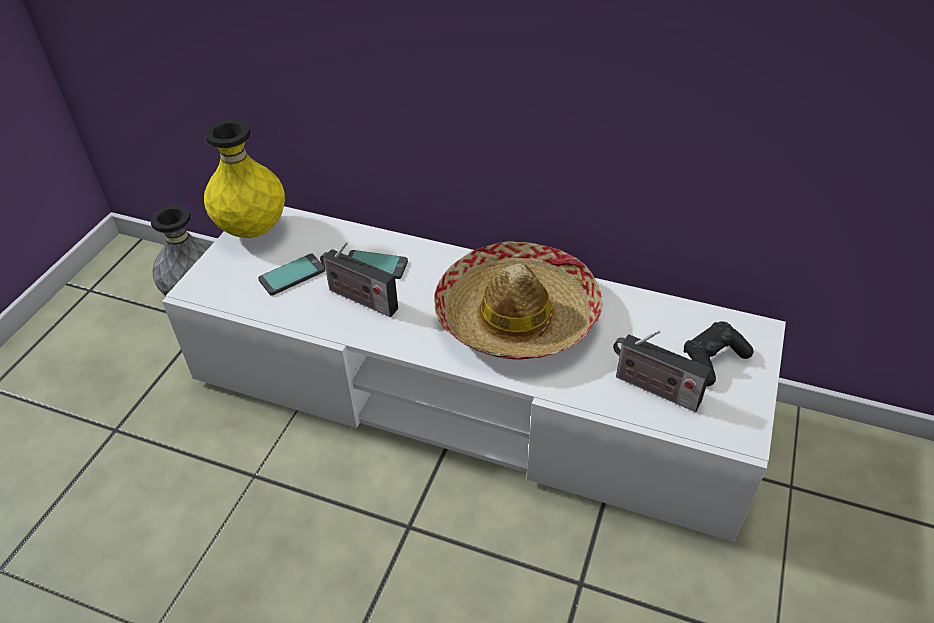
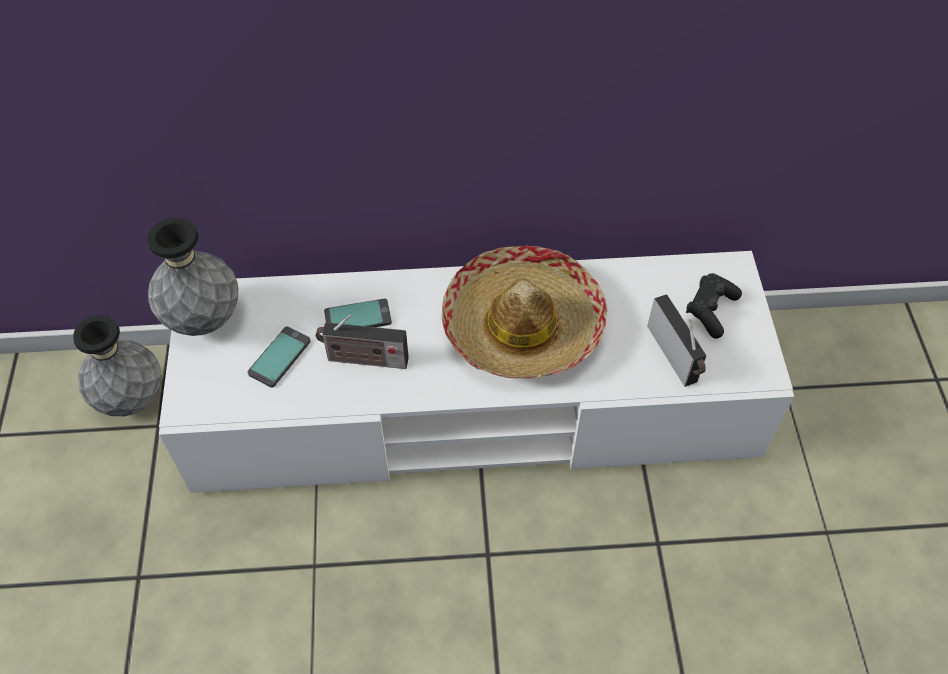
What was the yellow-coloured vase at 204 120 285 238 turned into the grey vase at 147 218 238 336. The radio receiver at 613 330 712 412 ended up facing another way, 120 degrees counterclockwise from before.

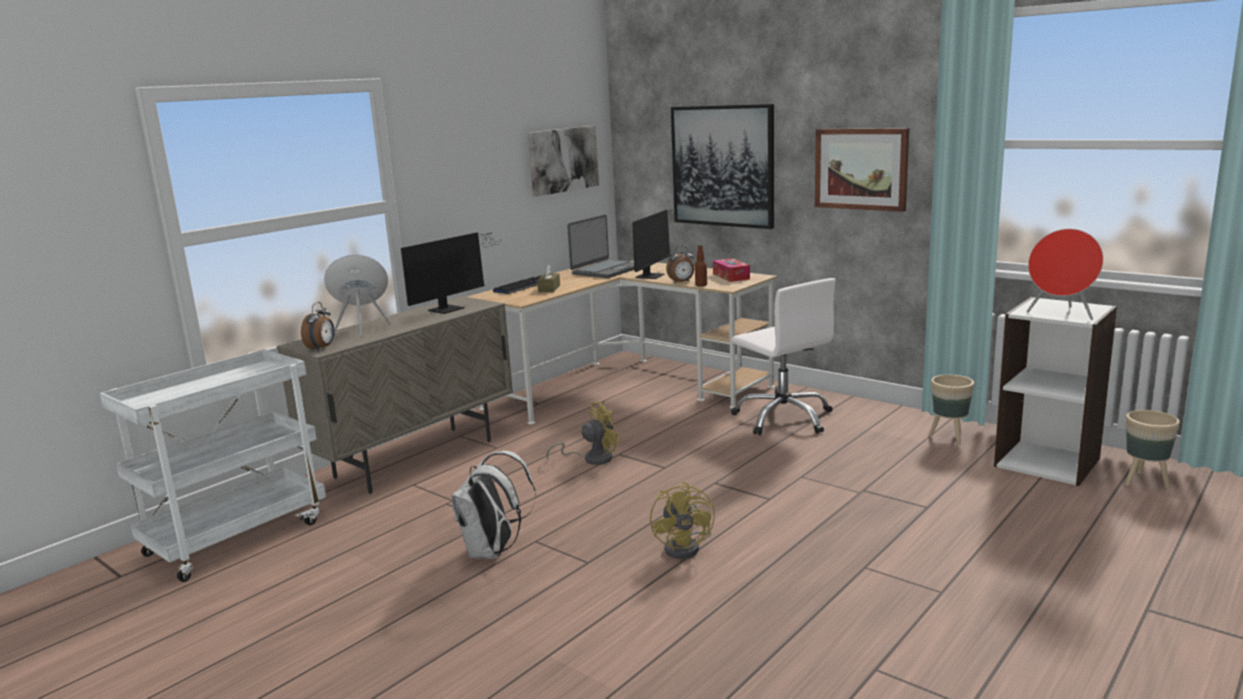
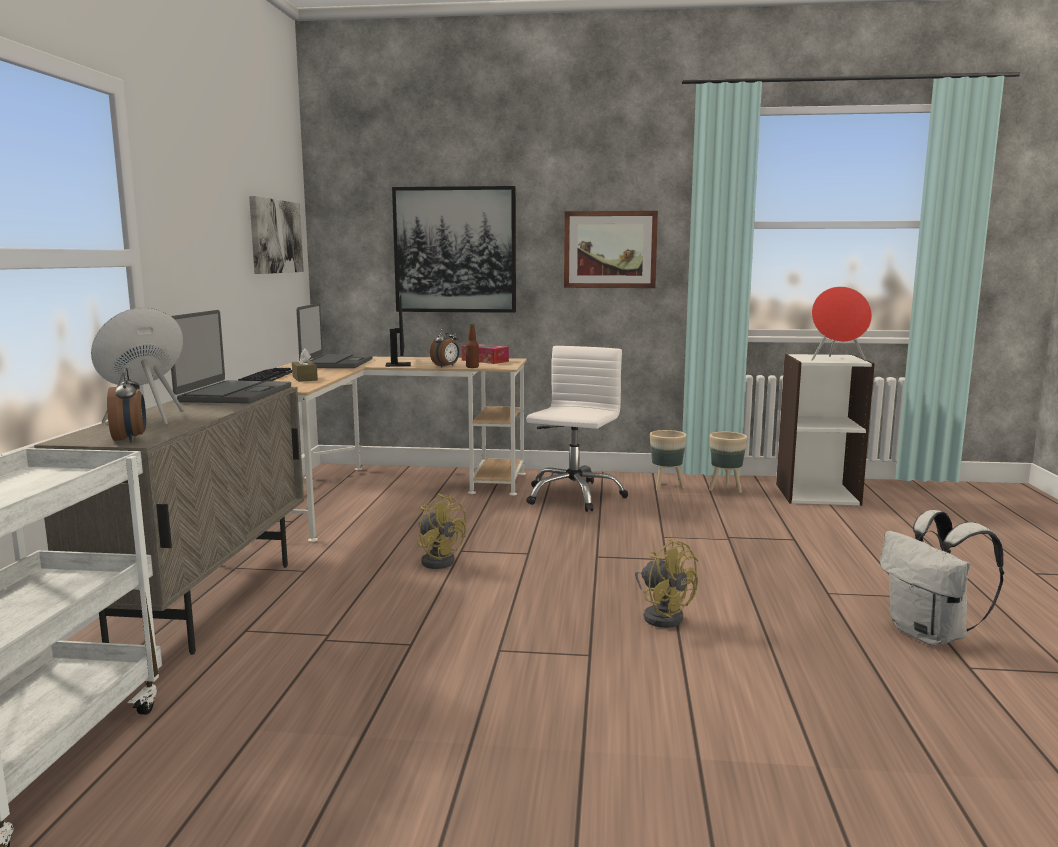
Where the monitor stood at 401 232 501 314, the notebook computer came to stand at 171 310 291 404. The white rucksack ended up elsewhere, having gone from 451 451 536 559 to 880 510 1004 646. The yellow-coloured fan at 546 401 622 465 ended up facing another way, 105 degrees clockwise from before. The white office chair at 731 278 836 435 ended up facing another way, 90 degrees counterclockwise from before. The beige plant pot ended up elsewhere, having gone from 1125 410 1180 489 to 650 430 687 491.

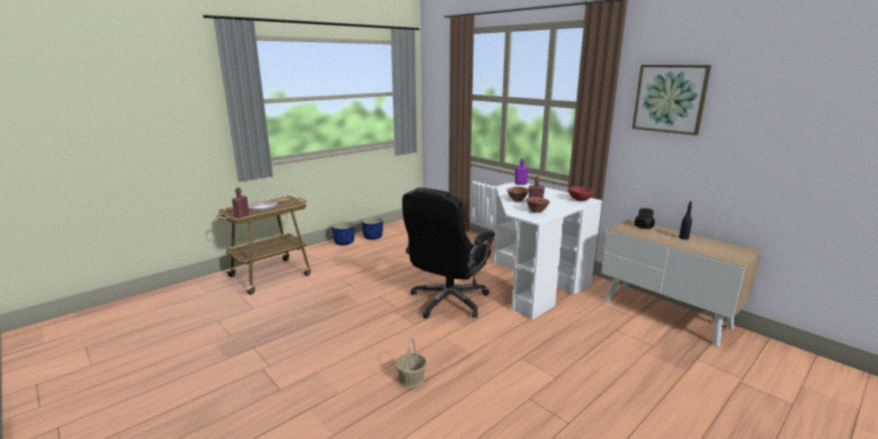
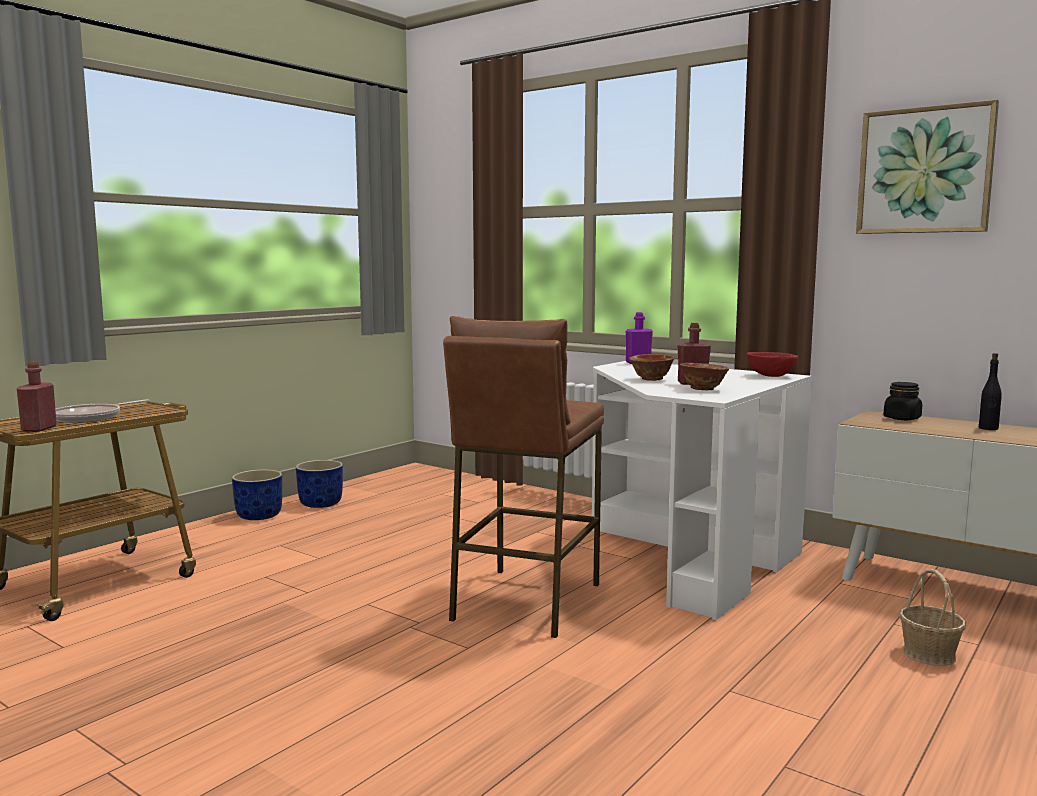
The storage basket ended up elsewhere, having gone from 396 338 427 388 to 899 569 966 666. Where the blackish office chair stood at 402 187 495 318, the brown-coloured sitting stool came to stand at 443 316 604 638.

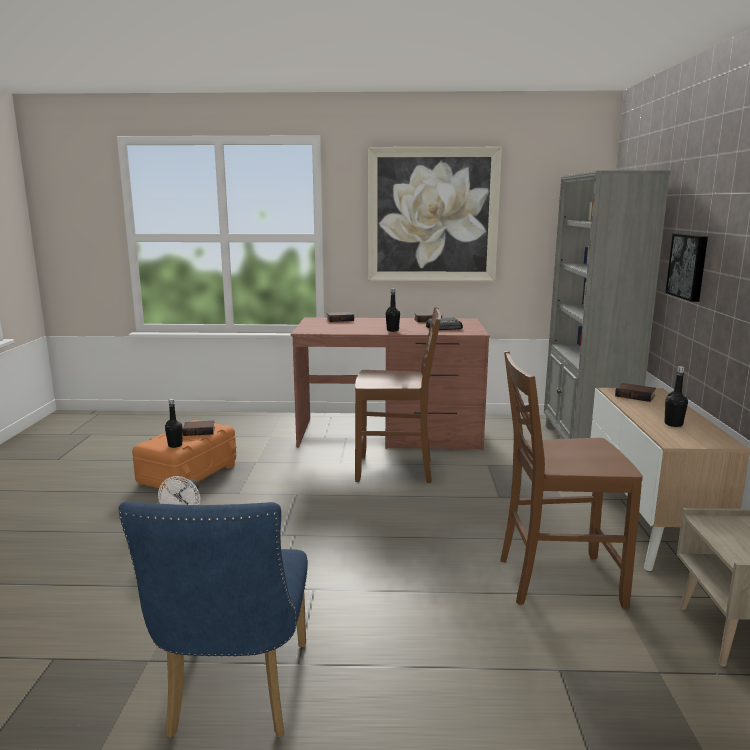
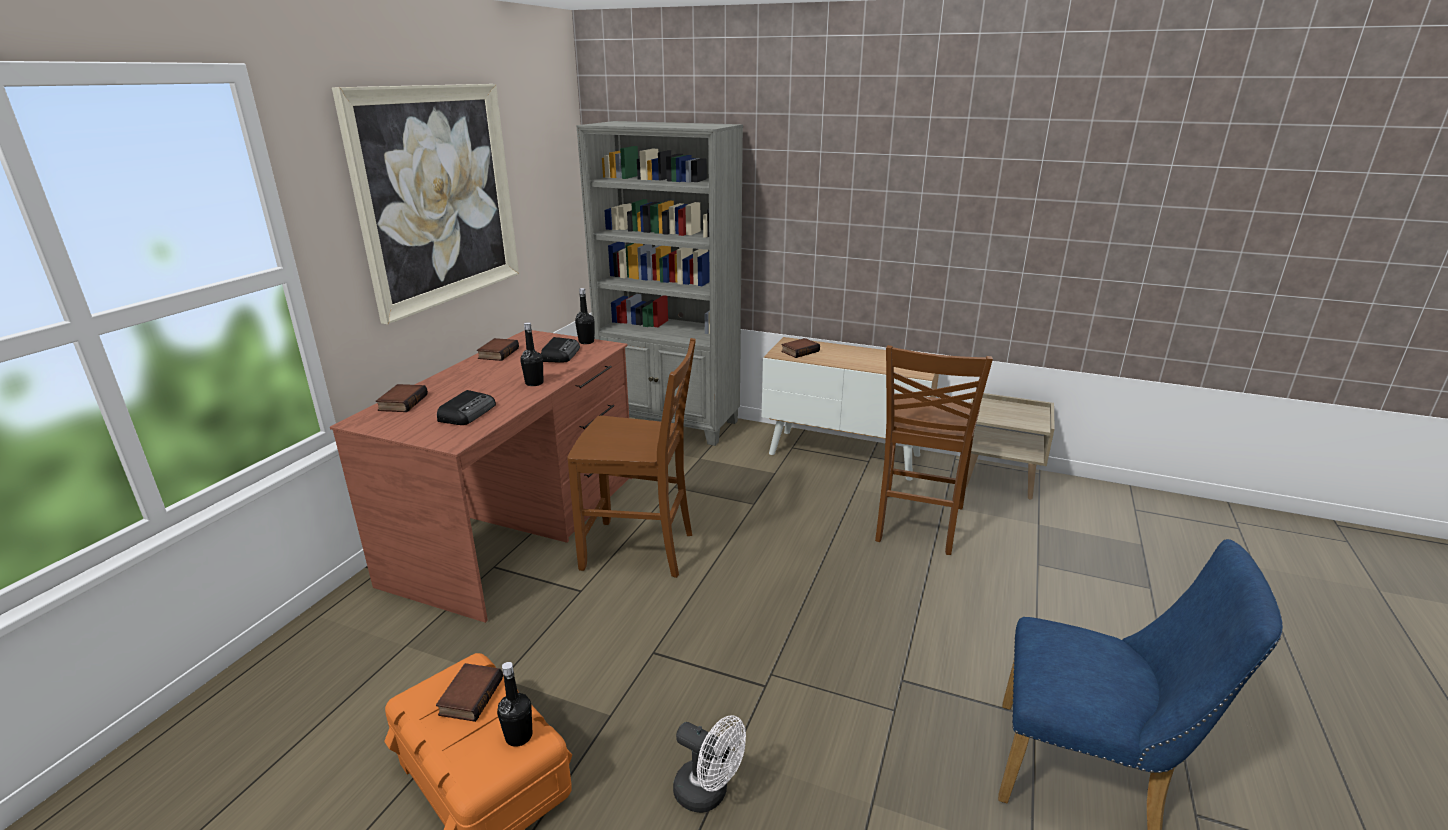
The brown-coloured plain chair at 355 307 441 483 ended up facing another way, 75 degrees clockwise from before. The second view lost the picture at 665 234 708 302. The blackish bottle ended up elsewhere, having gone from 665 366 688 427 to 575 288 595 344. The second view gained the radio receiver at 437 390 496 425.

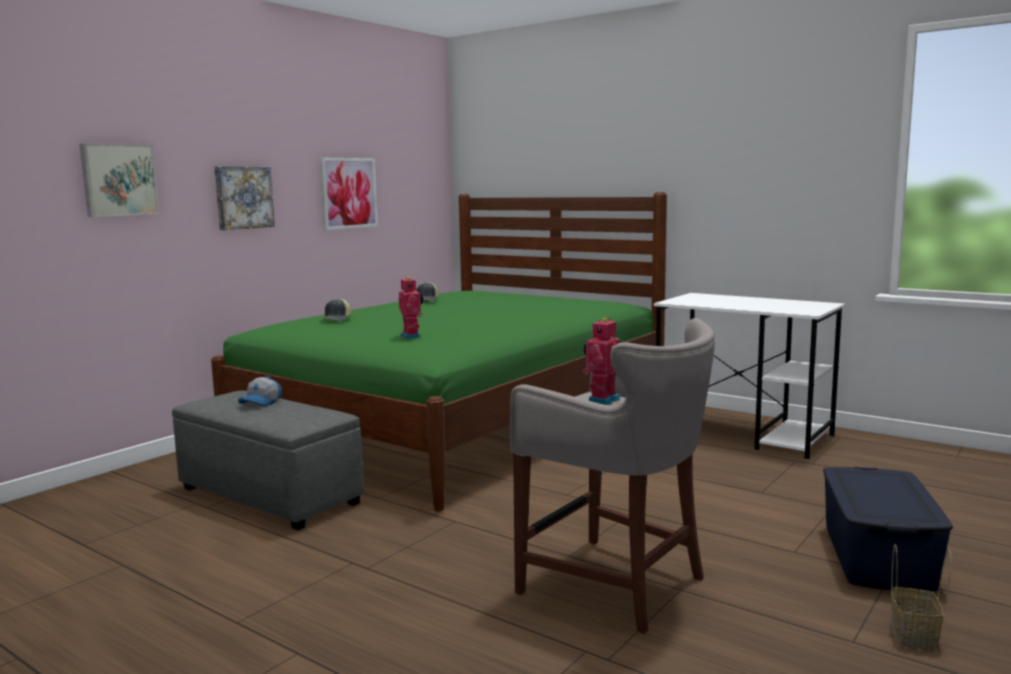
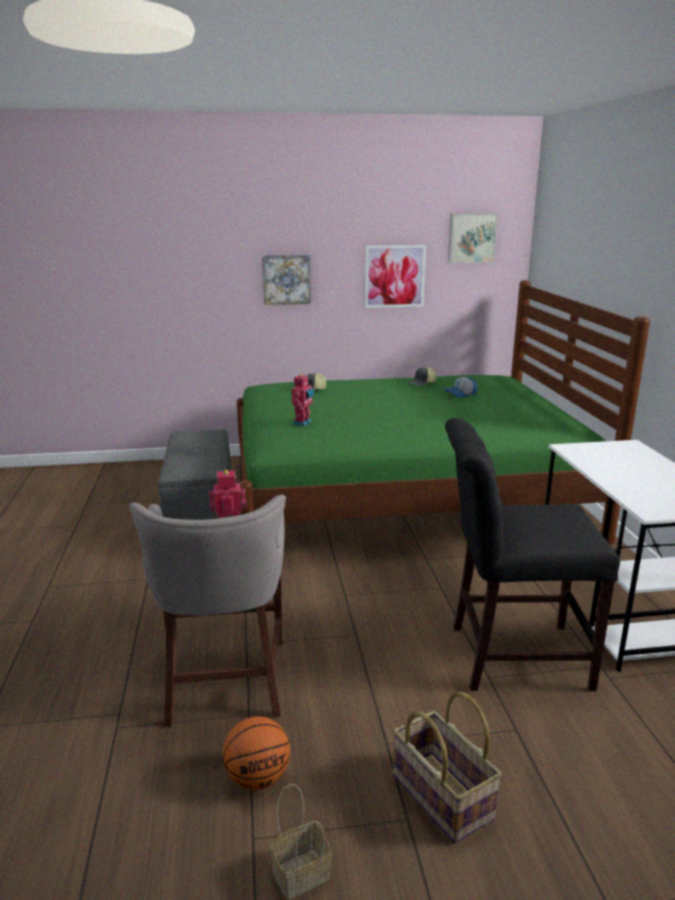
The picture ended up elsewhere, having gone from 80 144 159 217 to 448 214 498 263. The peaked cap ended up elsewhere, having gone from 238 376 282 406 to 444 377 478 398. Where the bluish storage bin stood at 823 467 953 592, the storage basket came to stand at 393 691 502 843. The second view gained the basketball at 223 716 290 790. The second view gained the blackish plain chair at 445 418 620 691.

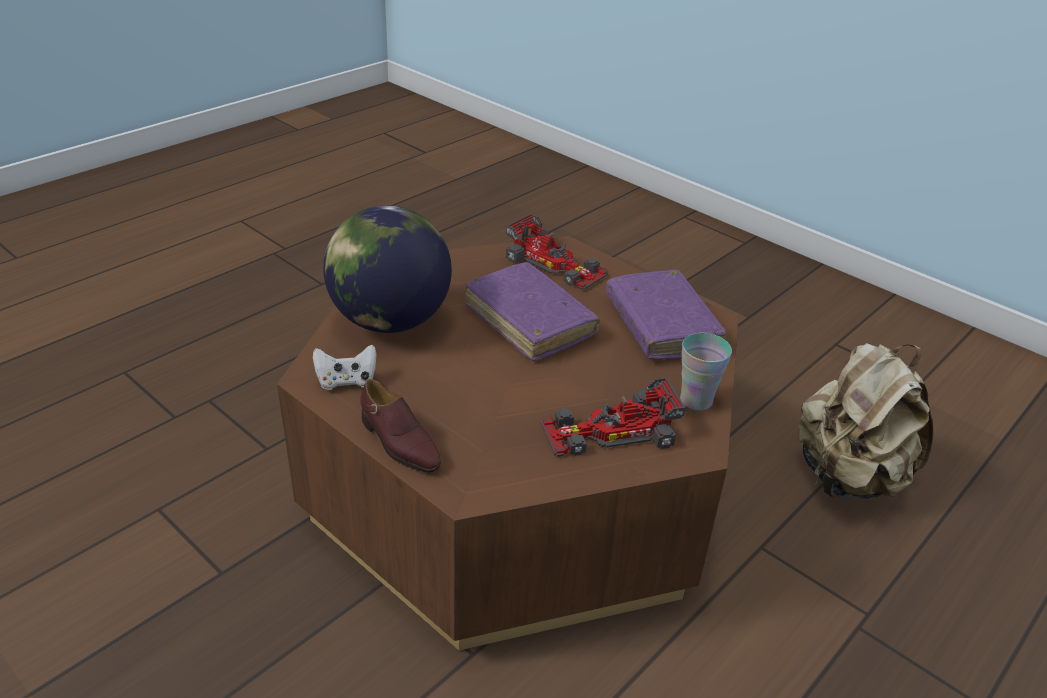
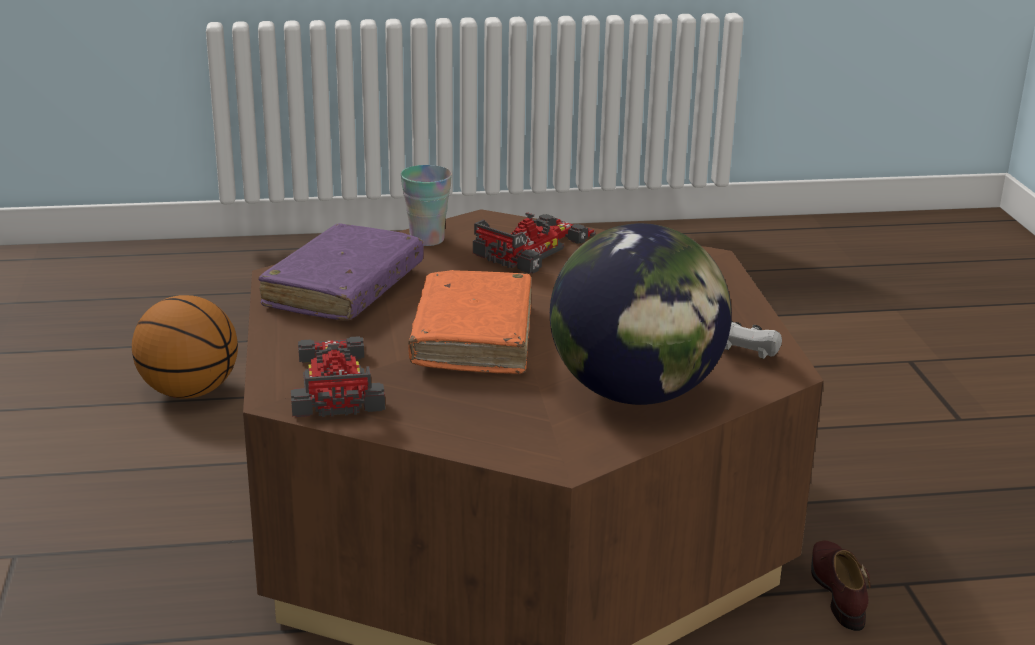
The brown-coloured shoe ended up elsewhere, having gone from 361 379 441 473 to 811 540 871 631. What was the purple-coloured volume at 465 262 600 362 turned into the orange volume at 408 270 532 374. The toy car at 541 377 686 457 ended up facing another way, 75 degrees counterclockwise from before. Where the beige rucksack stood at 798 343 933 499, the basketball came to stand at 132 295 238 399.

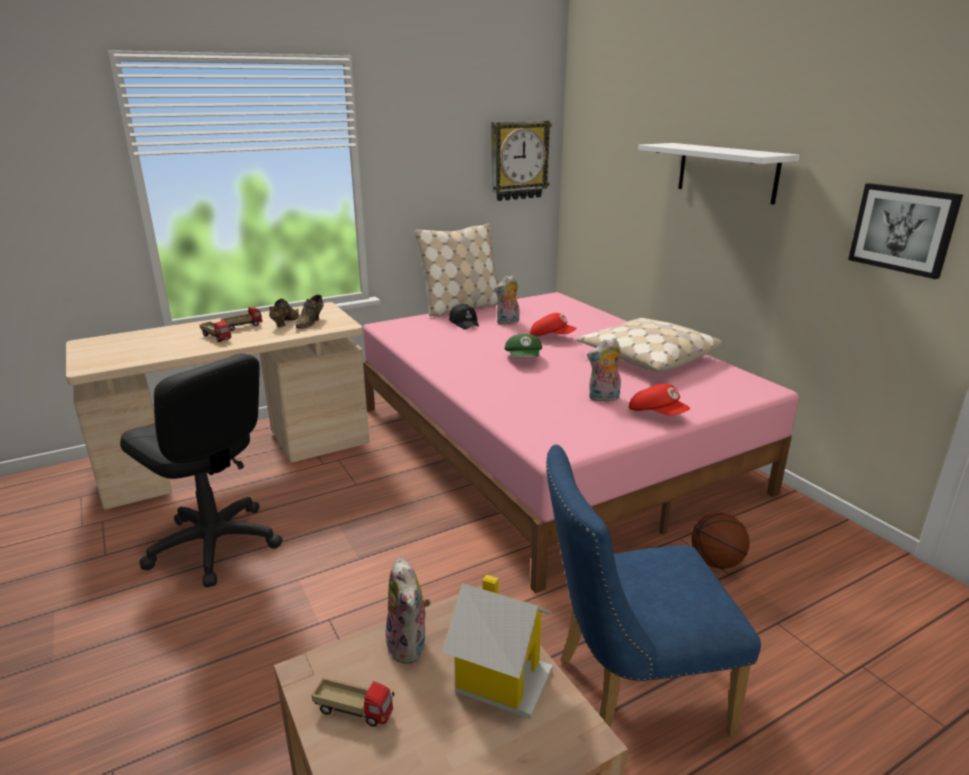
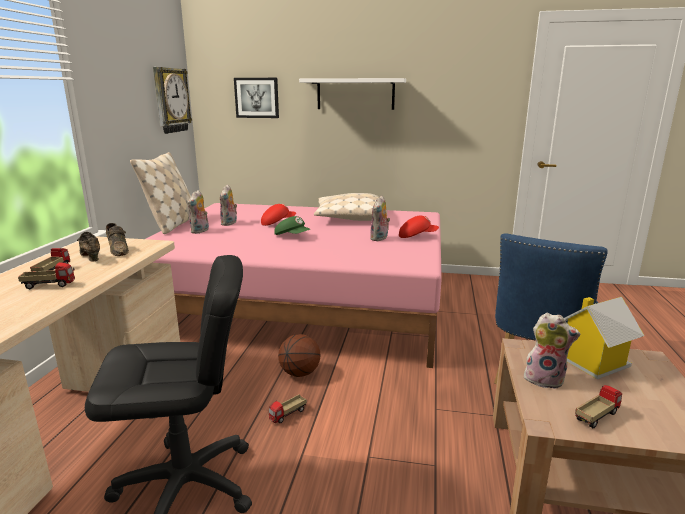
Where the blackish peaked cap stood at 449 304 479 330, the soft toy came to stand at 188 190 209 234. The basketball ended up elsewhere, having gone from 691 512 750 569 to 278 334 321 377. The picture ended up elsewhere, having gone from 848 183 963 279 to 234 78 279 118. The second view gained the model truck at 269 394 307 423.

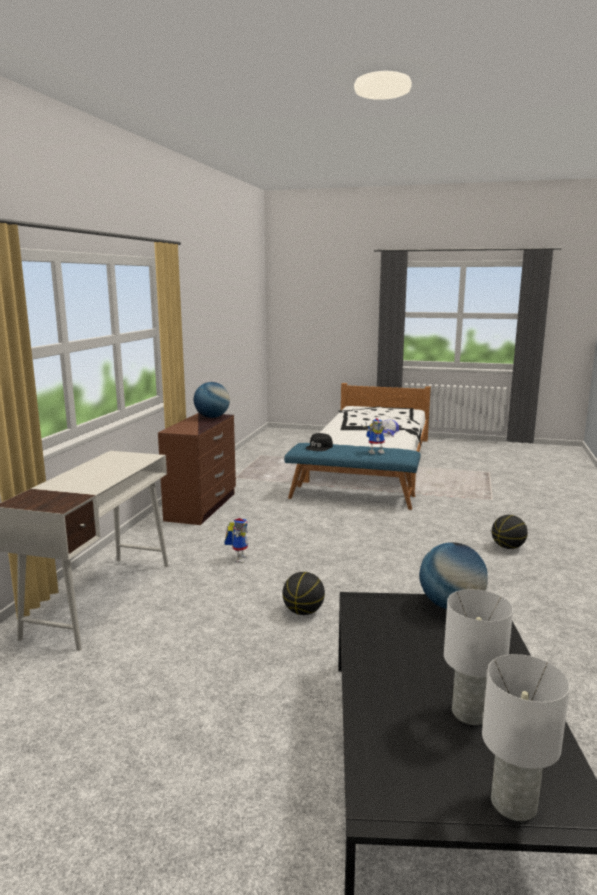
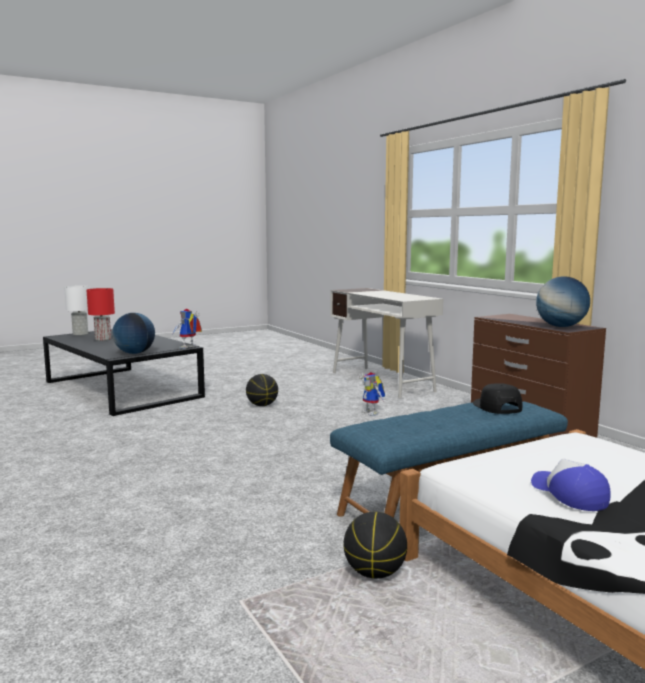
The robot figure ended up elsewhere, having gone from 361 418 395 454 to 172 309 202 349. What was the white tabletop lamp at 444 589 513 725 turned into the red tabletop lamp at 87 288 115 341. The basketball ended up elsewhere, having gone from 492 515 528 549 to 344 512 407 579.

